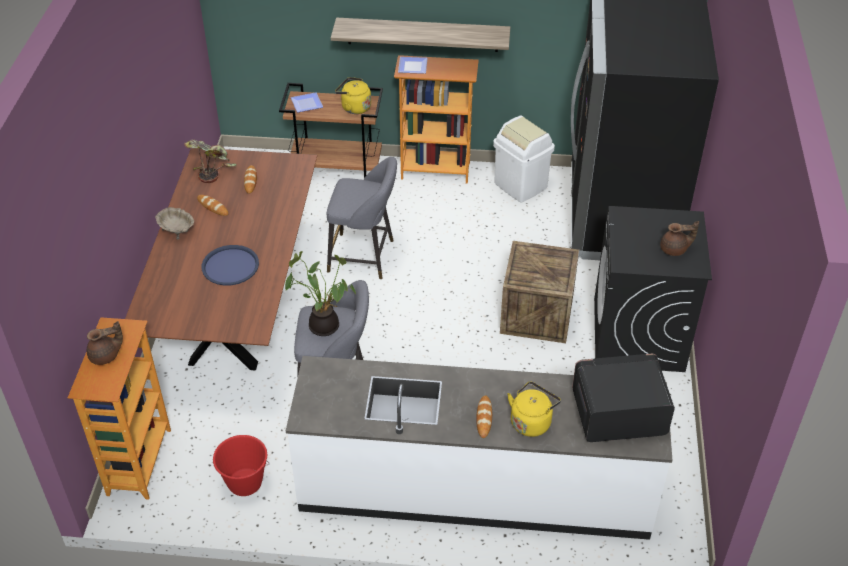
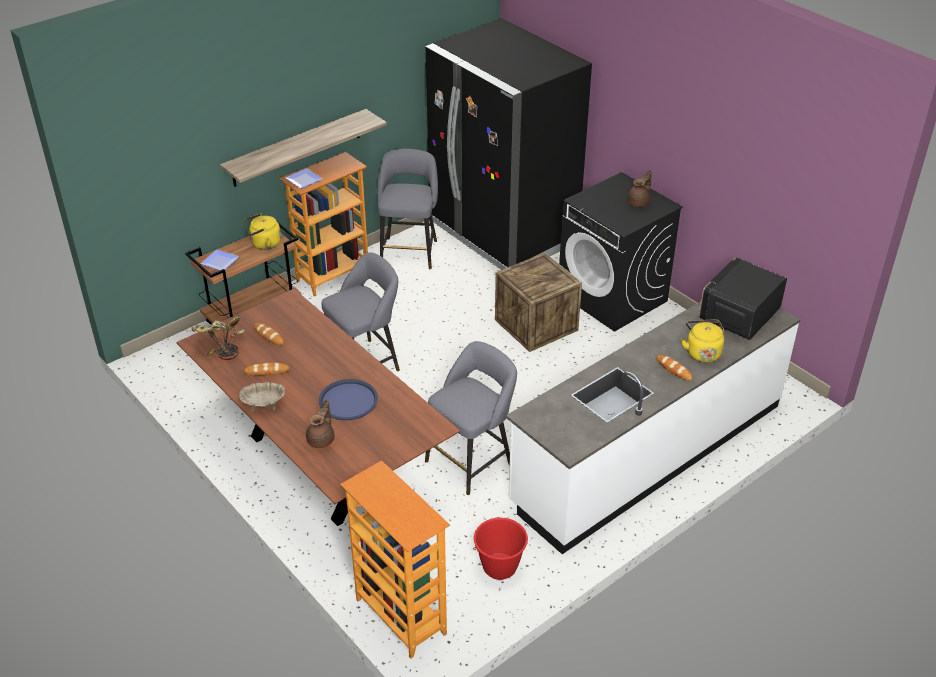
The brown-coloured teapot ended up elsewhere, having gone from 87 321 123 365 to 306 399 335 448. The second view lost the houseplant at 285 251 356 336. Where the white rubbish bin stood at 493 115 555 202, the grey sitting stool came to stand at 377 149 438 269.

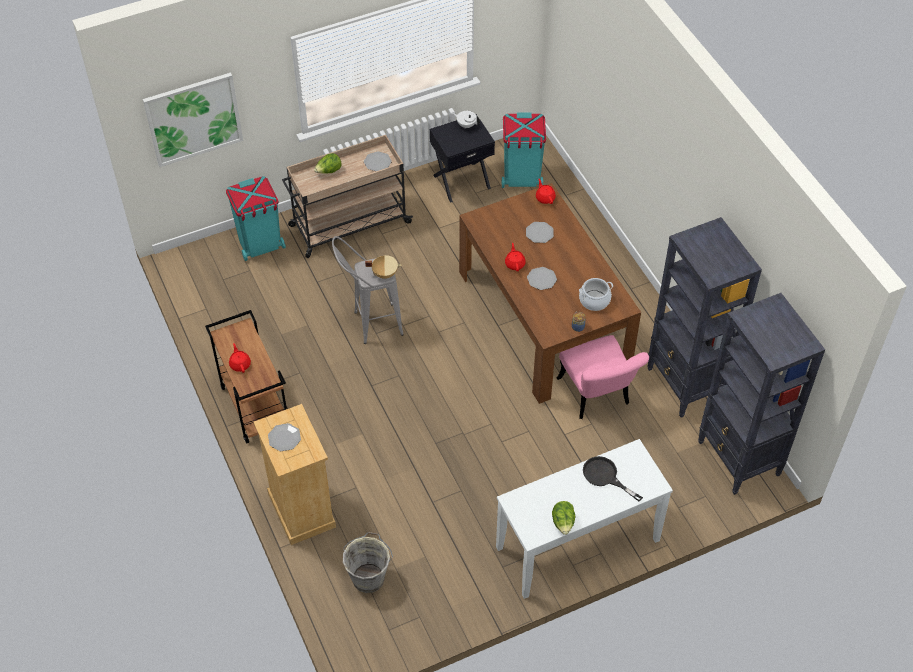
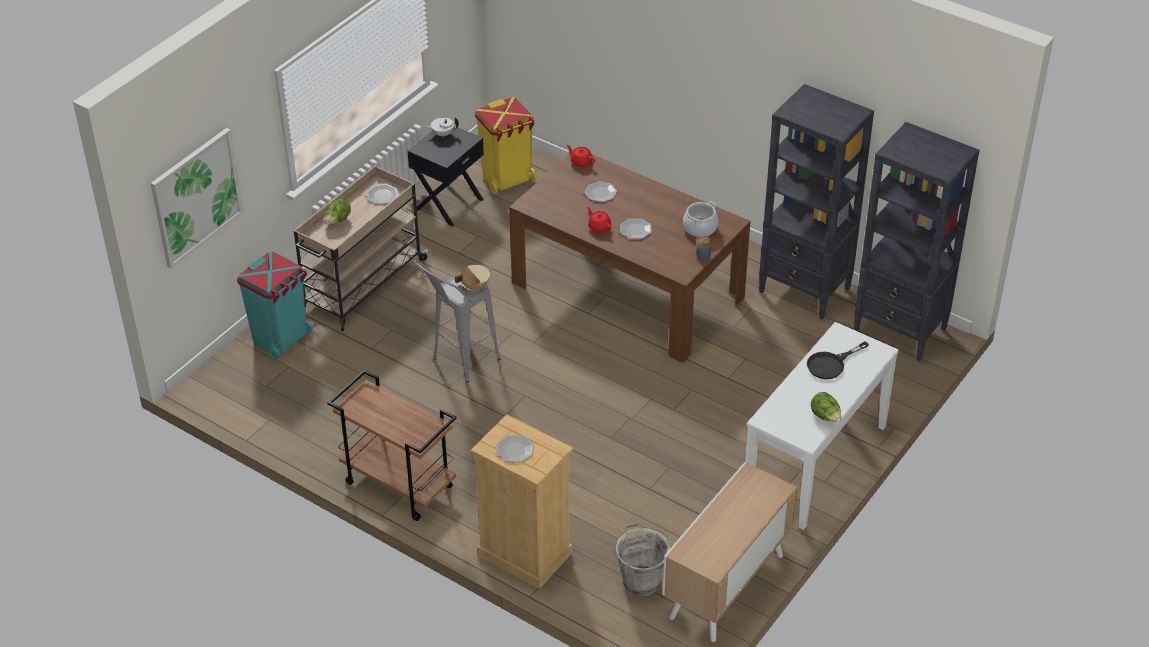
The second view lost the red teapot at 229 343 251 373. What was the turquoise rubbish bin at 502 113 546 188 turned into the yellow-coloured rubbish bin at 475 97 537 194. The second view lost the pinkish plain chair at 557 335 649 419. The blackish pan at 583 456 643 501 ended up facing another way, 45 degrees counterclockwise from before. The second view gained the cabinet at 663 462 798 642.

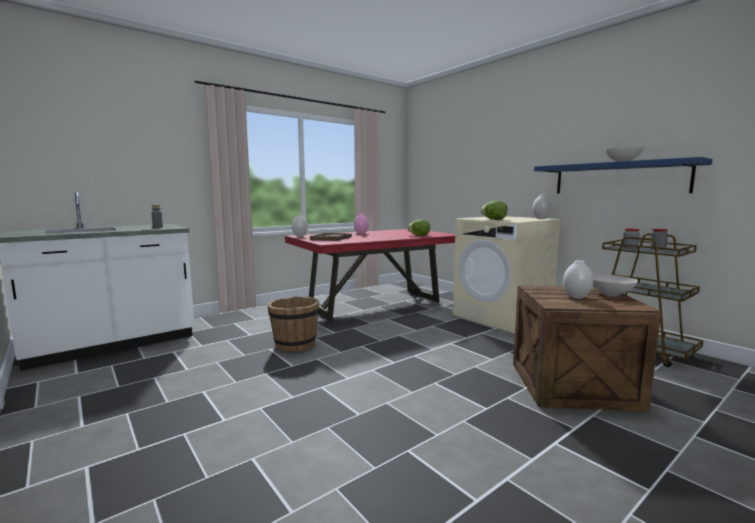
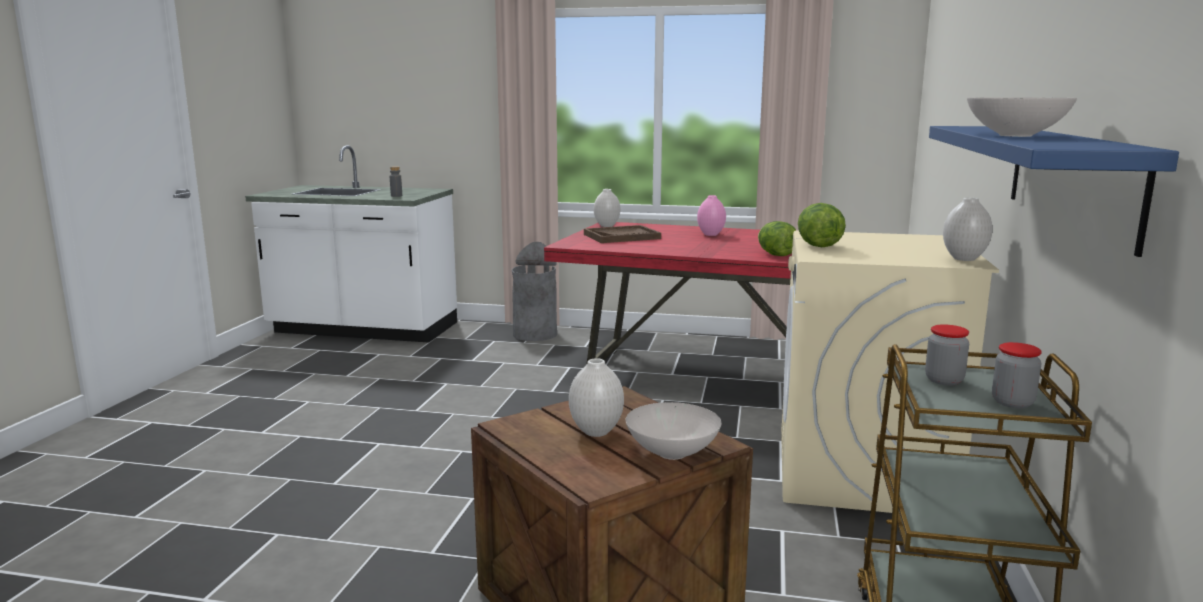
The second view lost the brown-coloured water bucket at 267 296 319 352. The second view gained the grey rubbish bin at 512 242 557 341.

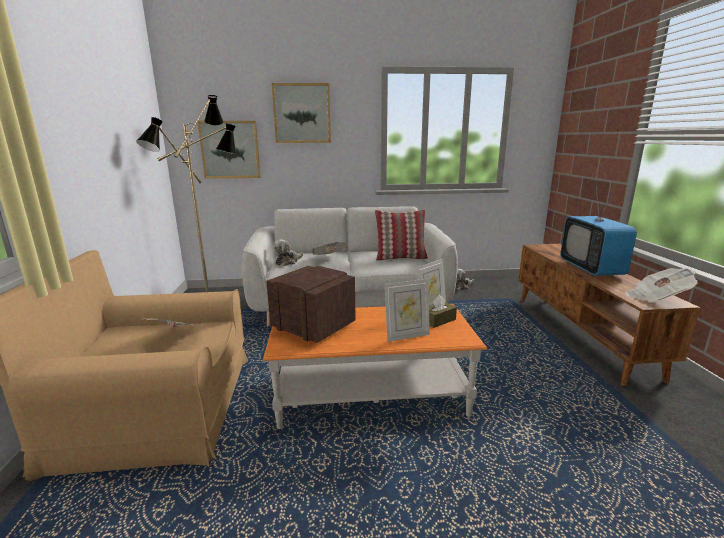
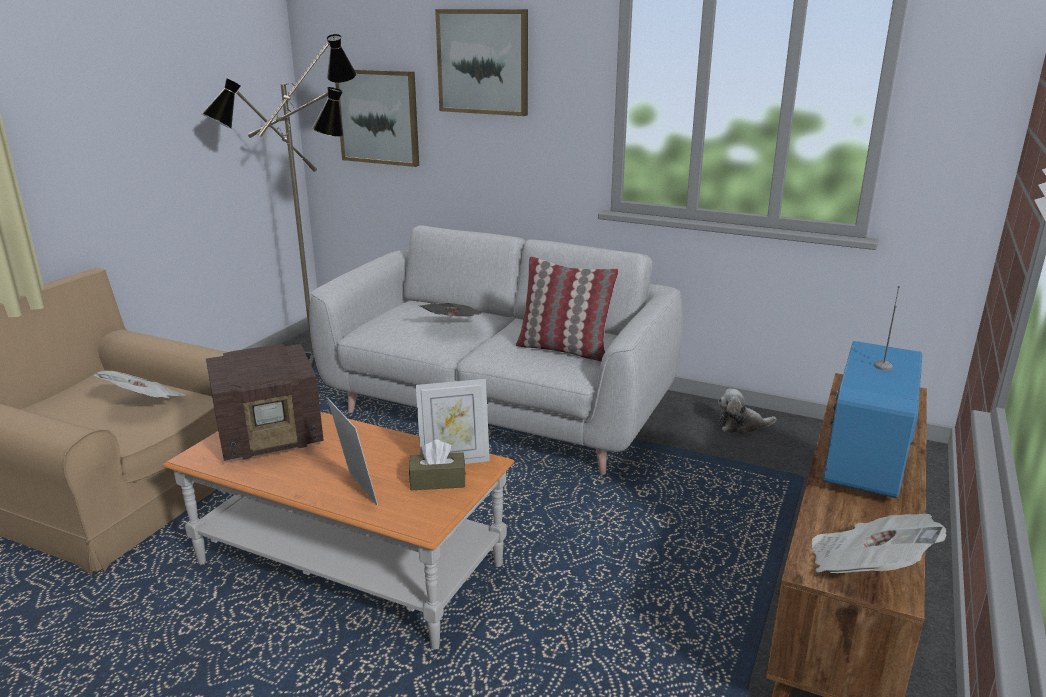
The radio receiver at 266 266 355 343 ended up facing another way, 90 degrees clockwise from before. The second view lost the soft toy at 273 239 303 266. The standing frame at 385 279 430 342 ended up facing another way, 135 degrees counterclockwise from before.

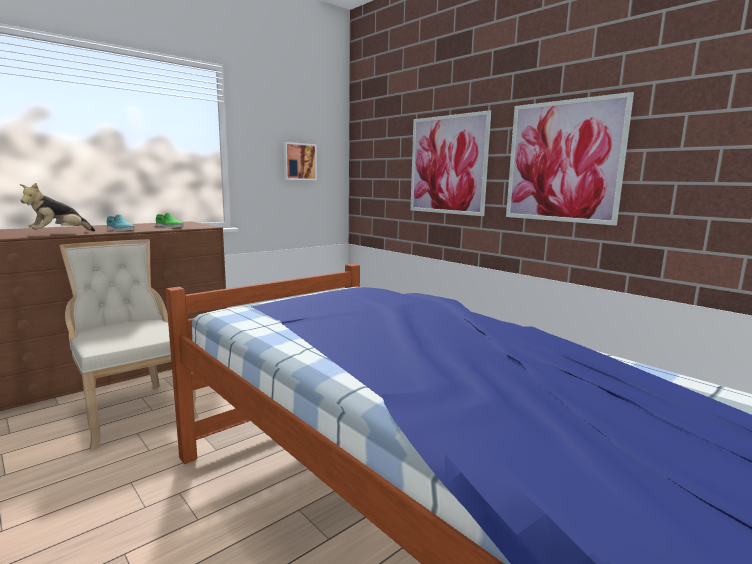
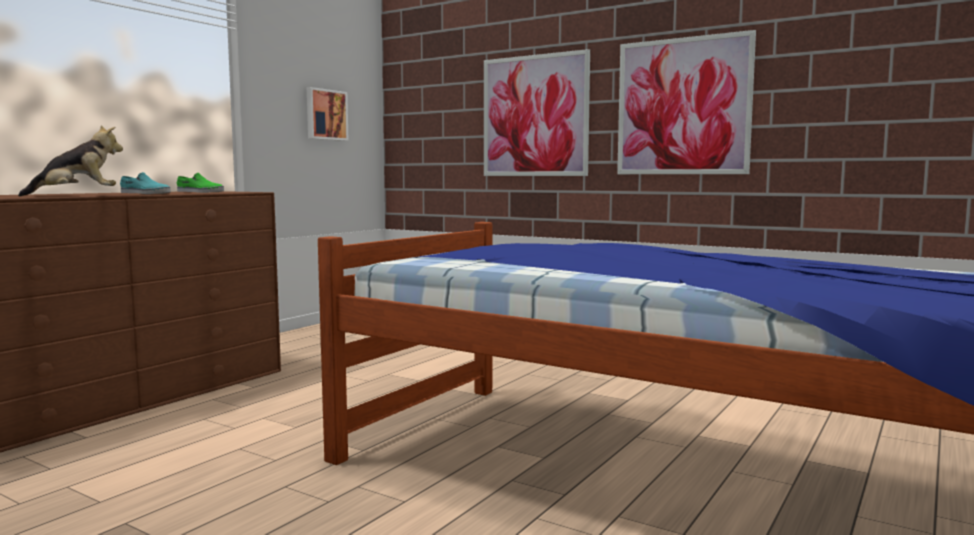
The soft toy at 20 183 96 231 ended up facing another way, 135 degrees counterclockwise from before. The second view lost the beige plain chair at 59 239 199 450.

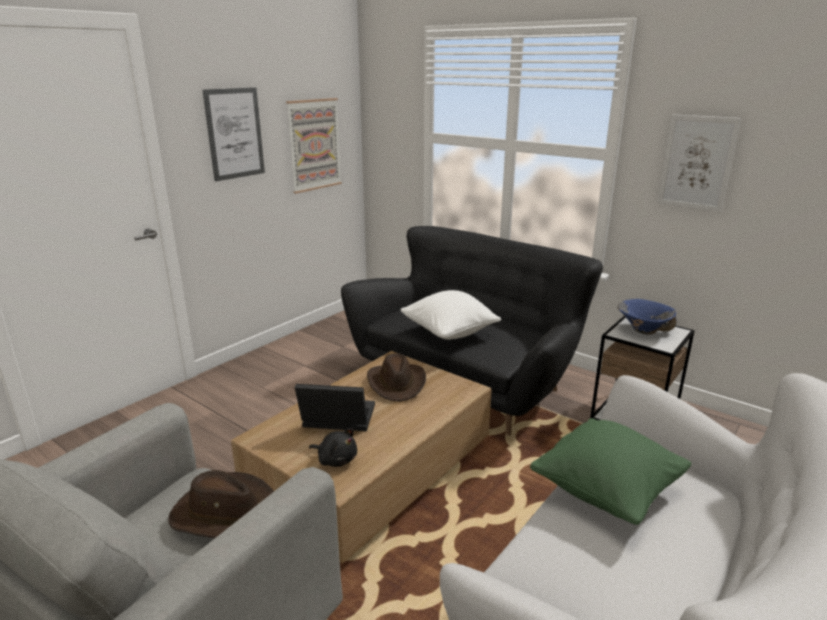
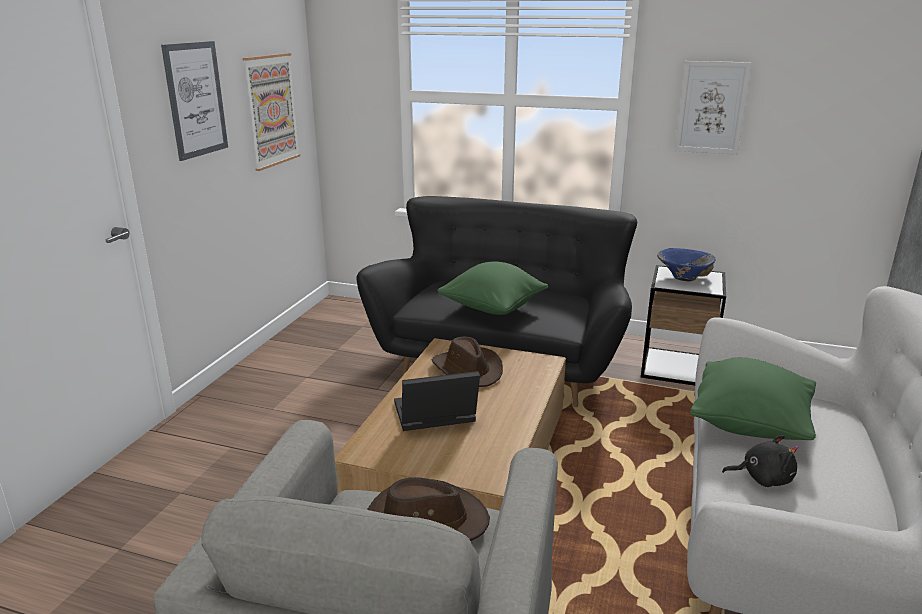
The blackish soft toy ended up elsewhere, having gone from 309 428 357 467 to 722 435 799 487. What was the white throw pillow at 400 290 501 340 turned into the green throw pillow at 437 262 548 315.

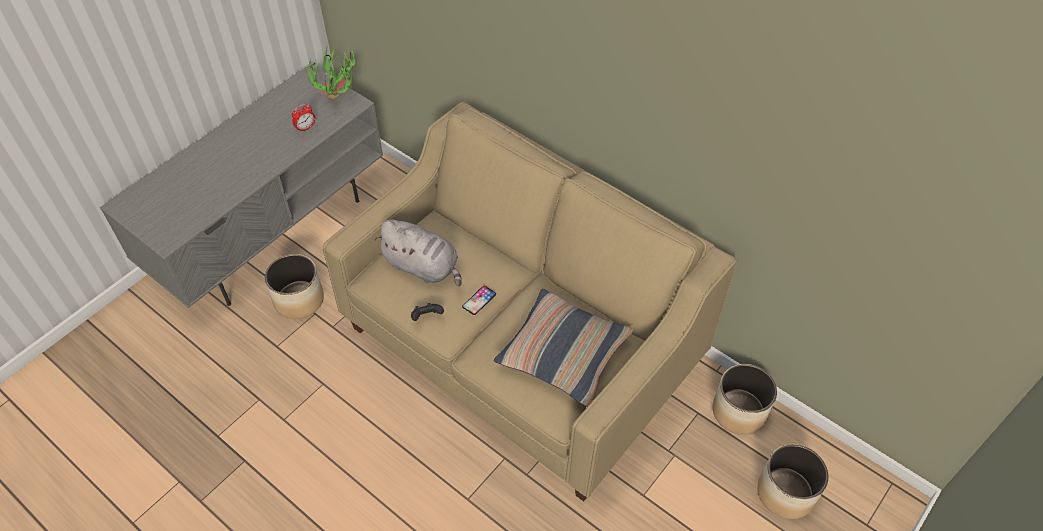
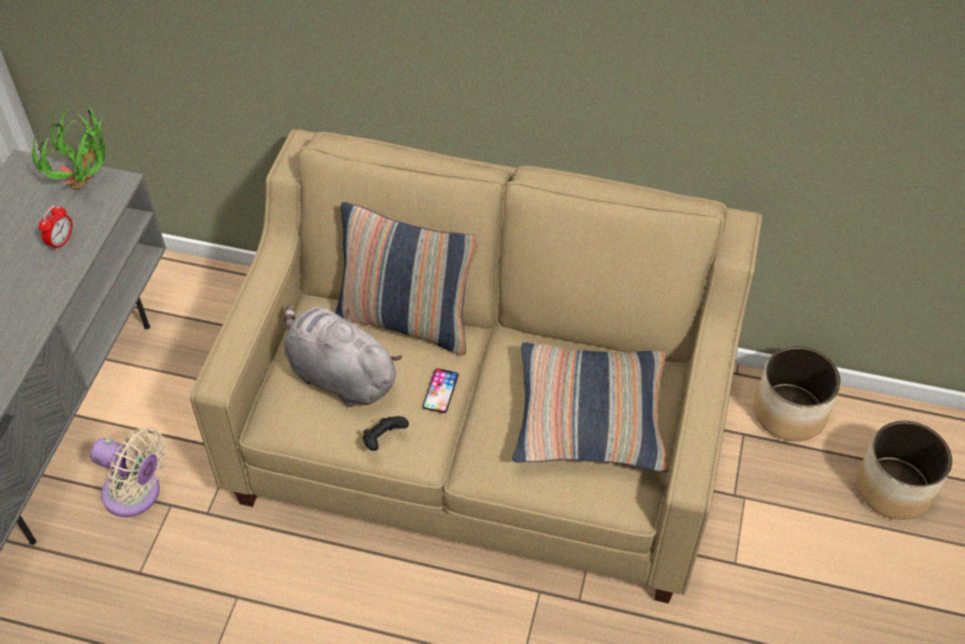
Where the plant pot stood at 265 254 324 319, the beige fan came to stand at 90 427 166 517. The grey soft toy at 374 220 462 286 ended up facing another way, 150 degrees counterclockwise from before. The second view gained the throw pillow at 335 202 479 355.

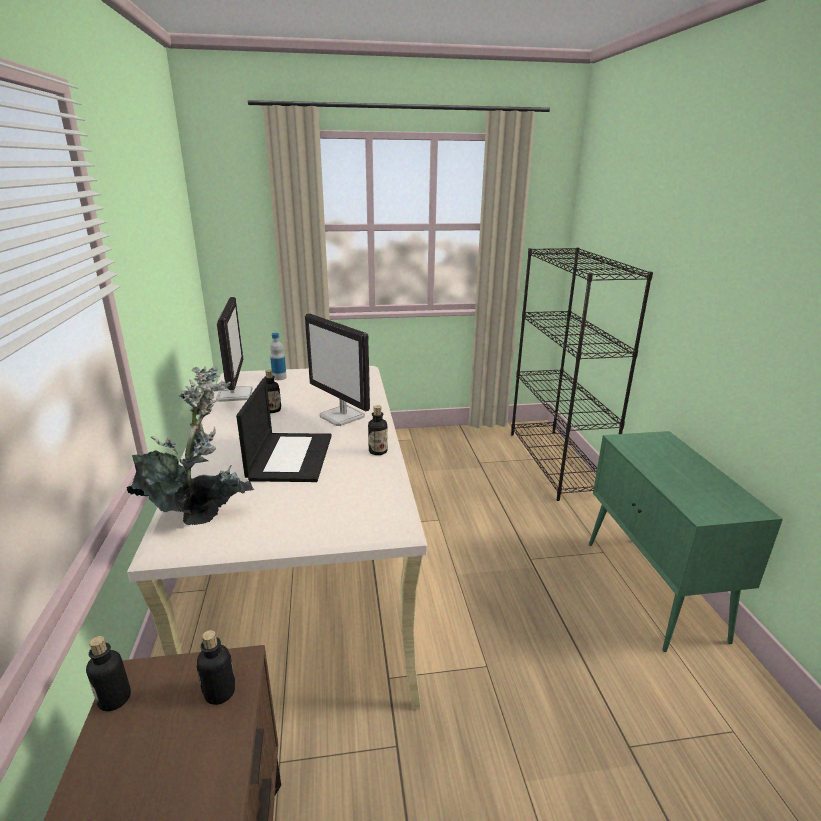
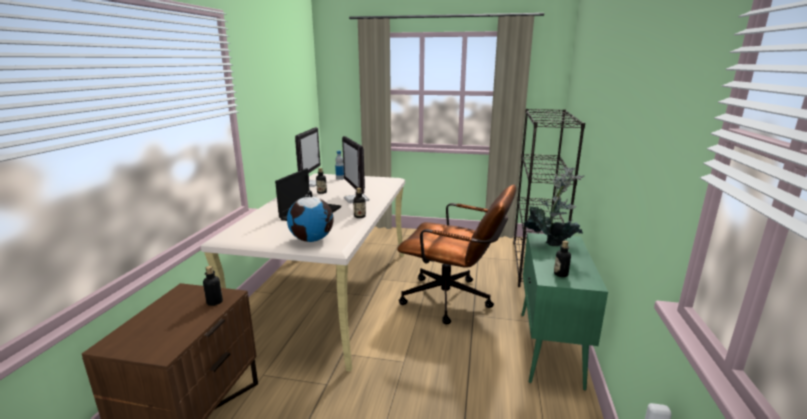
The bottle ended up elsewhere, having gone from 86 636 131 711 to 554 241 571 277. The houseplant ended up elsewhere, having gone from 127 366 254 525 to 524 167 585 246. The second view gained the world globe at 287 191 334 242. The second view gained the brown-coloured office chair at 397 185 516 325.

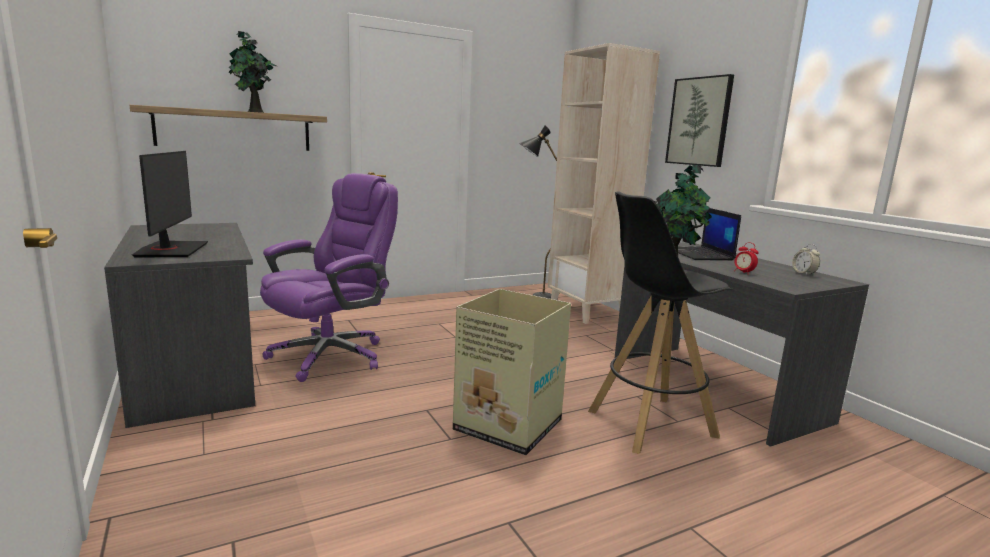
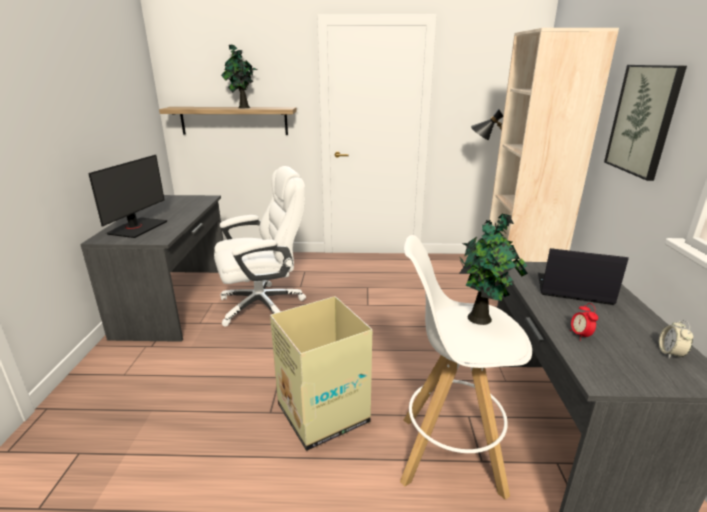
What was the purple-coloured office chair at 260 173 398 382 turned into the white office chair at 214 166 306 327. What was the blackish sitting stool at 588 191 733 454 turned into the white sitting stool at 400 235 532 500. The notebook computer at 678 208 741 261 ended up facing another way, 90 degrees clockwise from before.

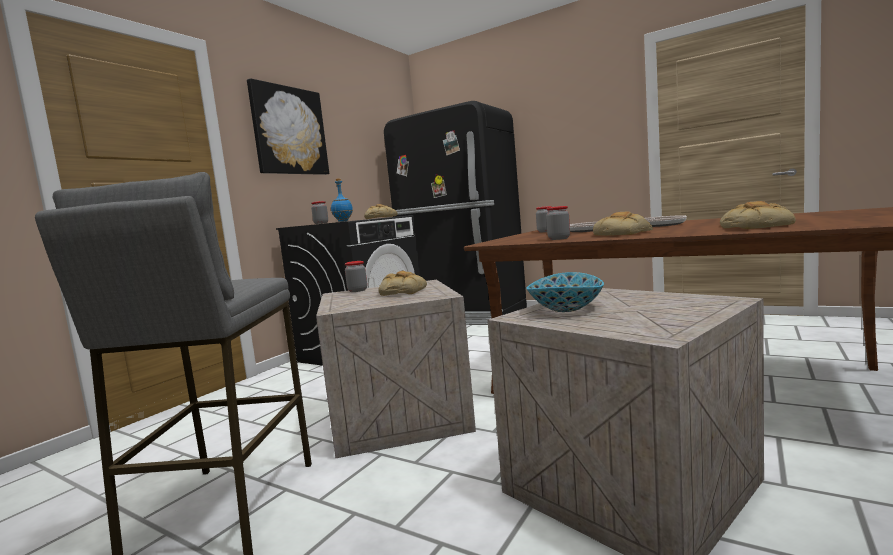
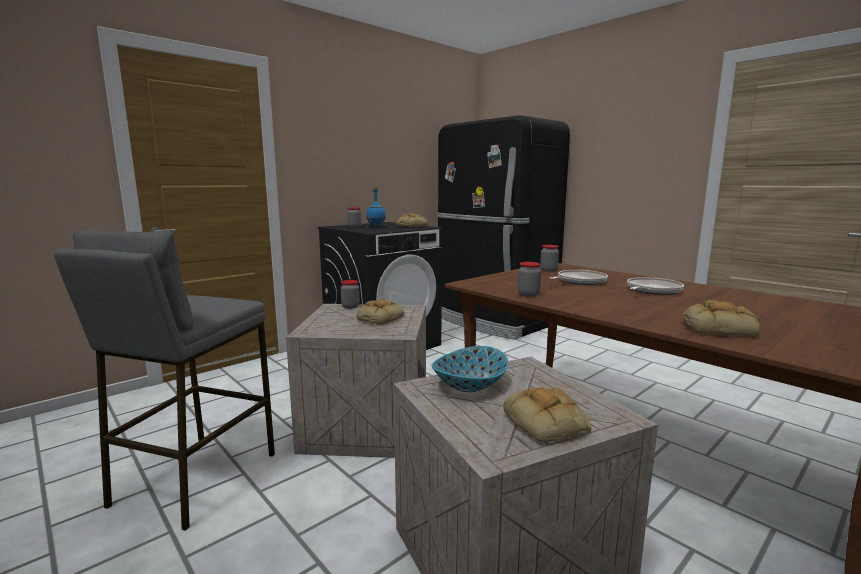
The second view lost the picture at 247 78 329 175. The bakery bread ended up elsewhere, having gone from 593 212 653 236 to 503 387 591 443.

